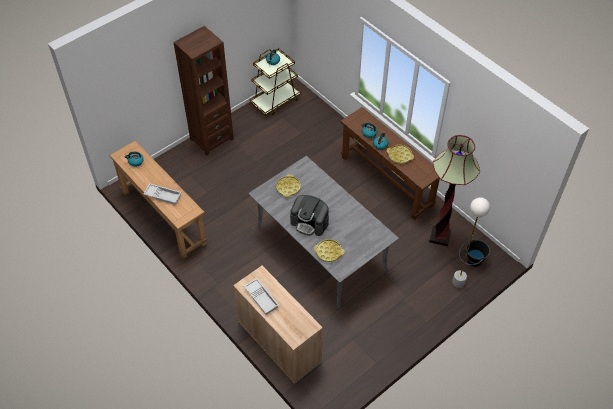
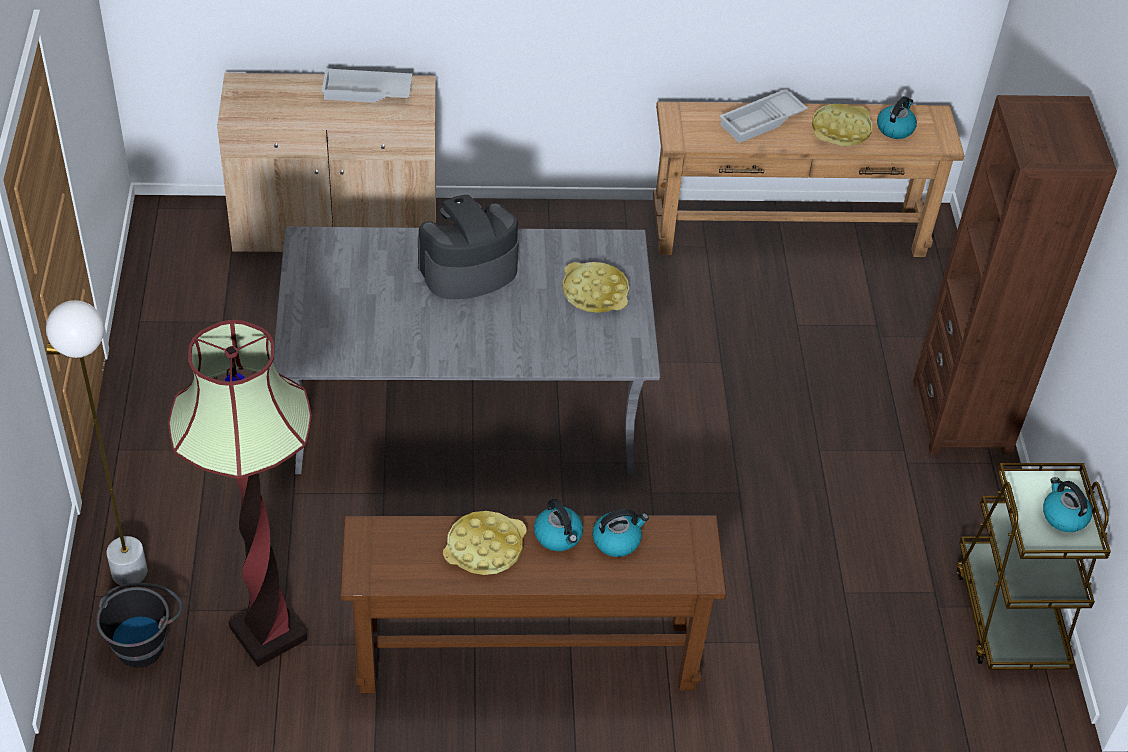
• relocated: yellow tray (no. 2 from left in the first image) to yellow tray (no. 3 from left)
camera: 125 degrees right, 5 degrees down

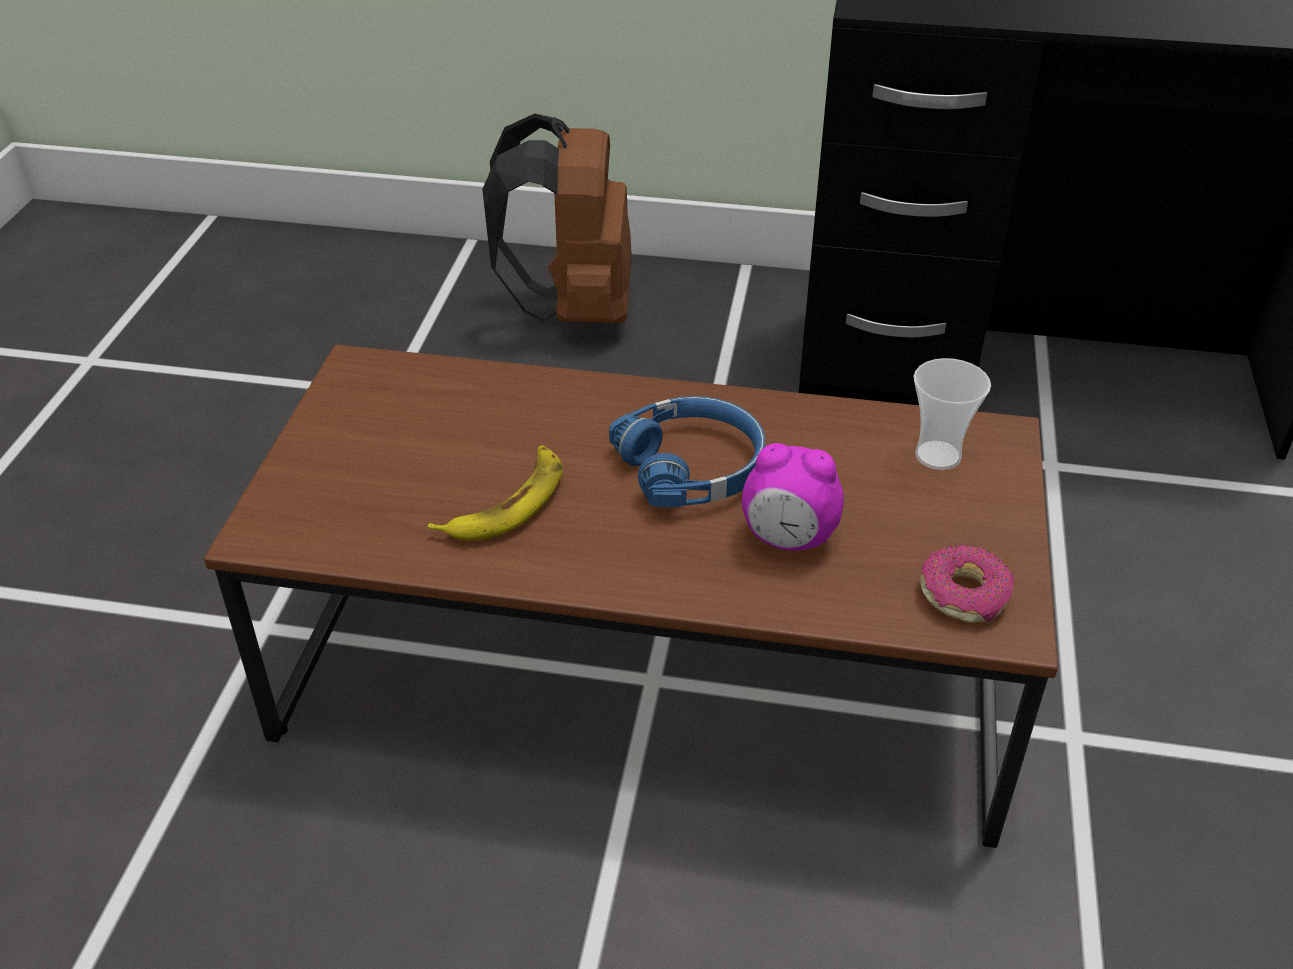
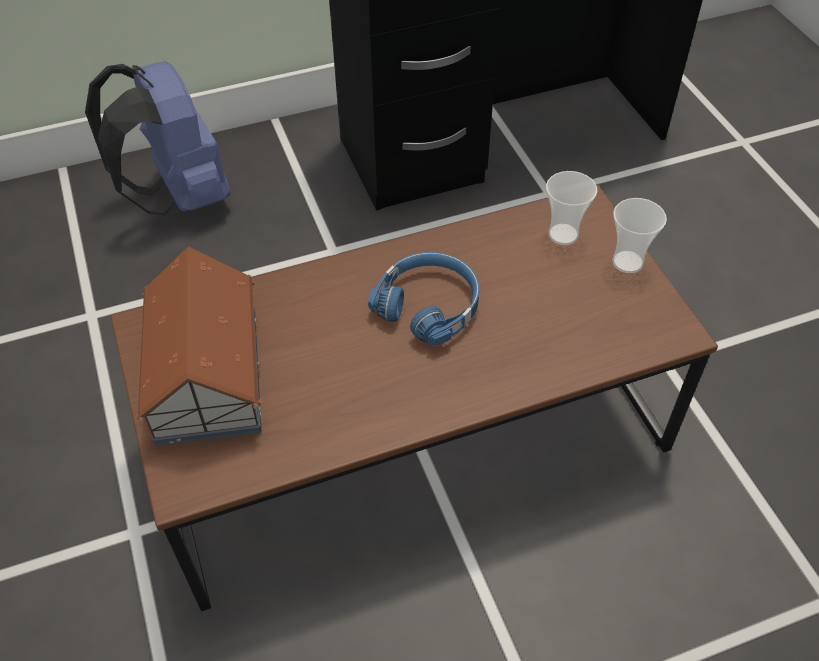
• colour: brown rucksack to blue-coloured rucksack
• appeared: miniature house
• appeared: cup (no. 2 from left)
• missing: whole banana
• missing: table clock
• missing: doughnut
camera: 30 degrees left, 10 degrees up

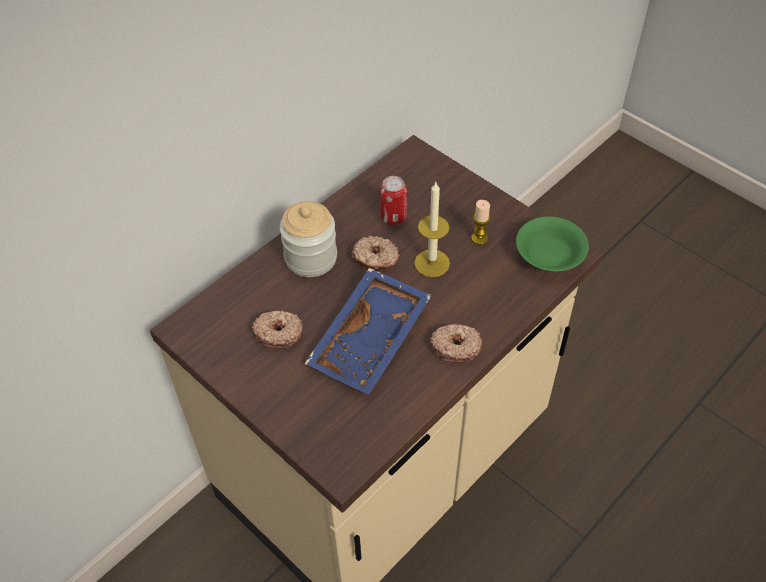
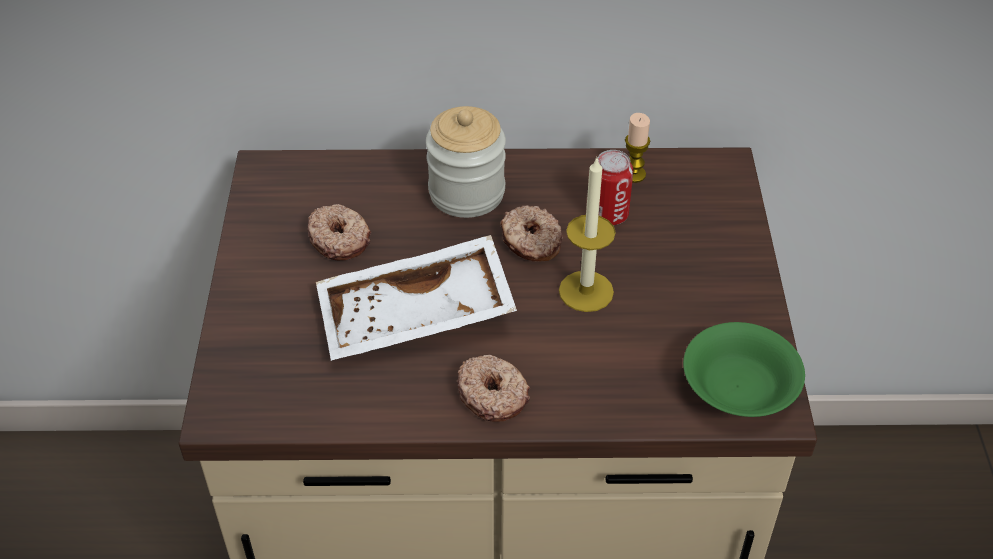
• colour: blue-coloured tray to white tray
• relocated: wax candle (no. 2 from left)
camera: 45 degrees right, 5 degrees down

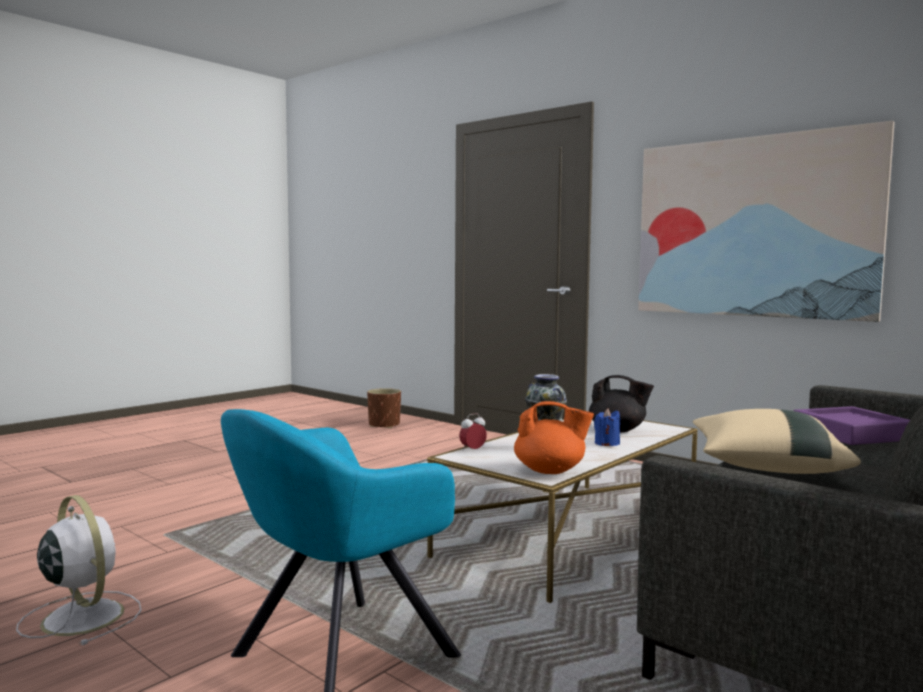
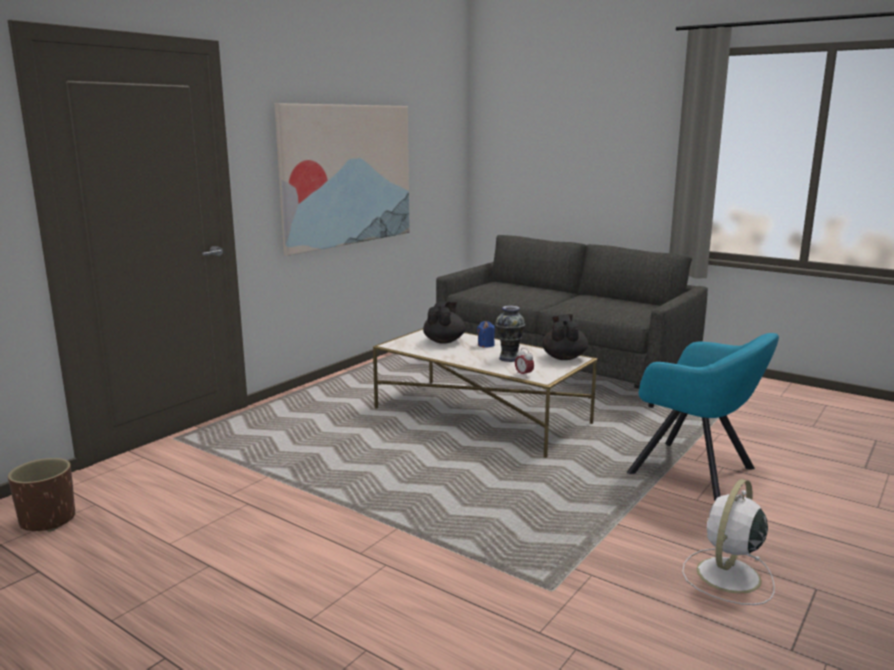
• colour: orange-coloured tea pot to black tea pot (no. 2 from left)
• missing: beige throw pillow
• missing: purple-coloured tray
camera: 95 degrees left, 10 degrees up

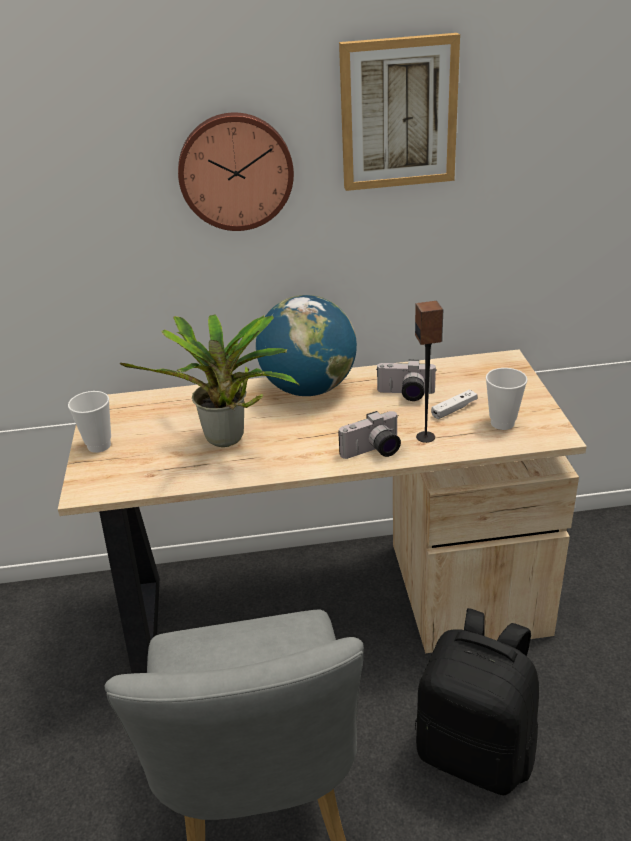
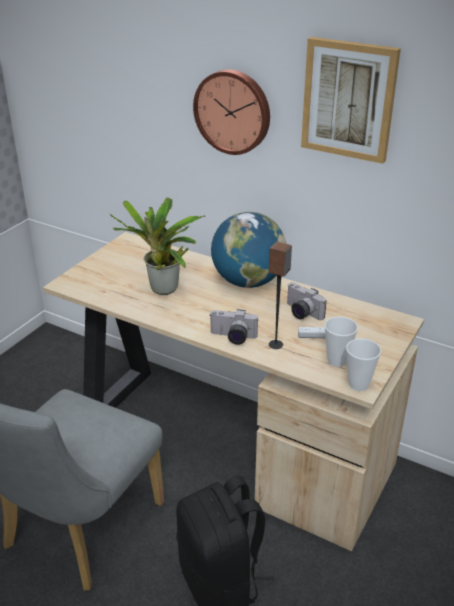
• relocated: cup (no. 1 from left in the first image) to cup (no. 2 from left)
camera: 35 degrees right, 0 degrees up

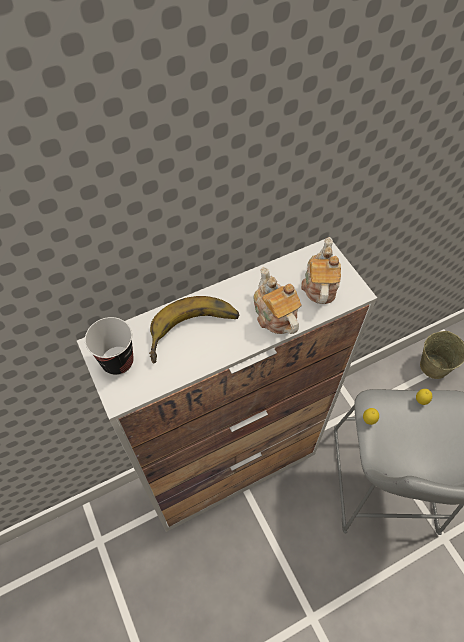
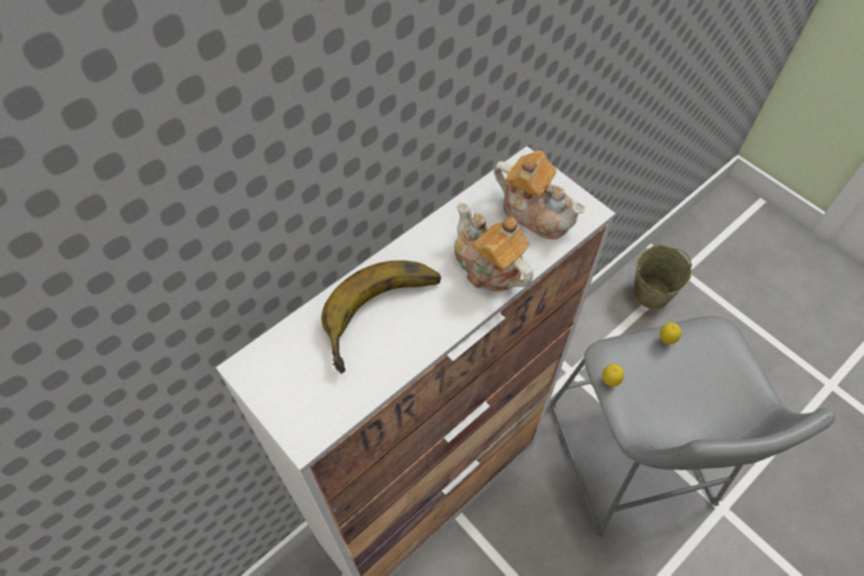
• spun: tea pot (no. 2 from left) 135 degrees clockwise
• missing: cup
camera: 15 degrees left, 0 degrees up

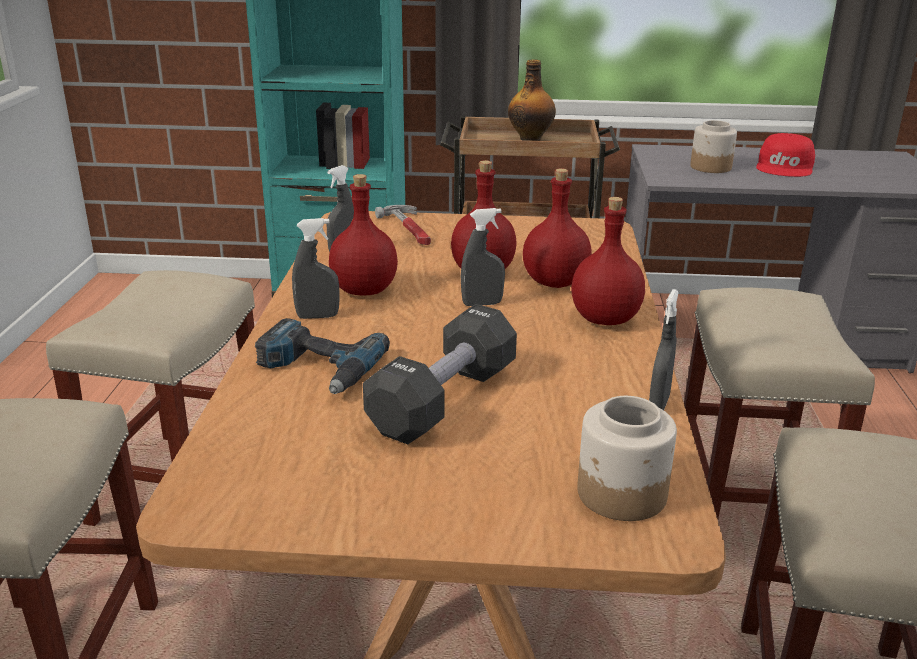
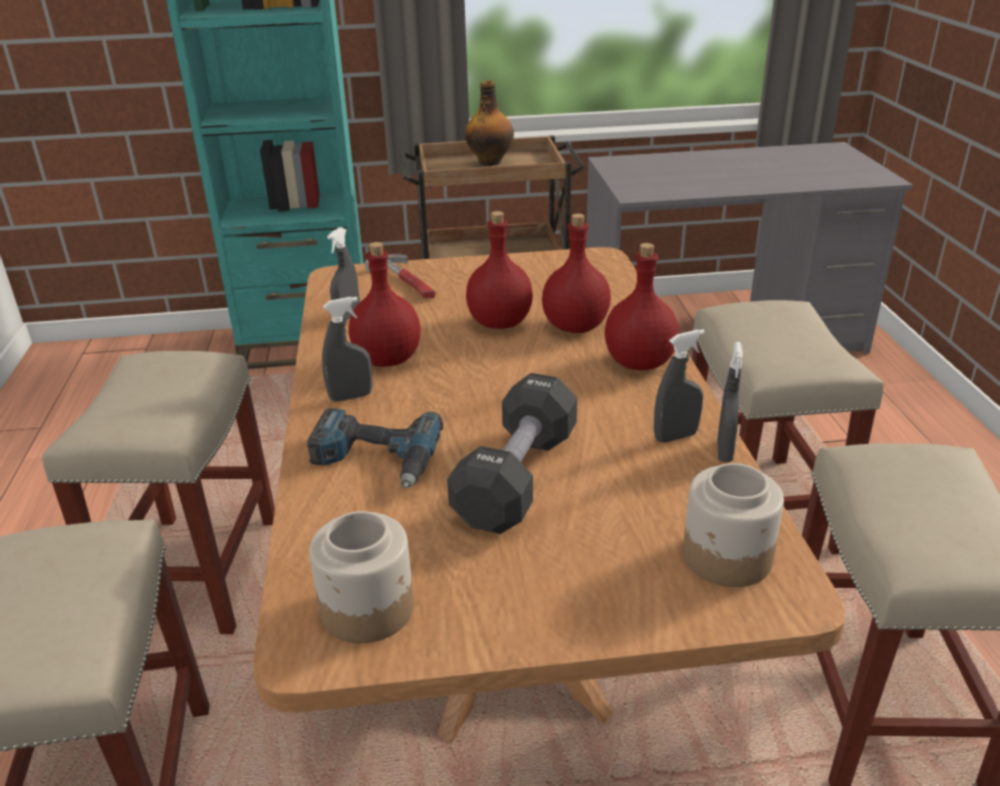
• relocated: jar (no. 2 from left in the first image) to jar (no. 1 from left)
• relocated: gray hand sprayer (no. 3 from left)
• missing: reddish peaked cap
camera: 10 degrees left, 5 degrees up

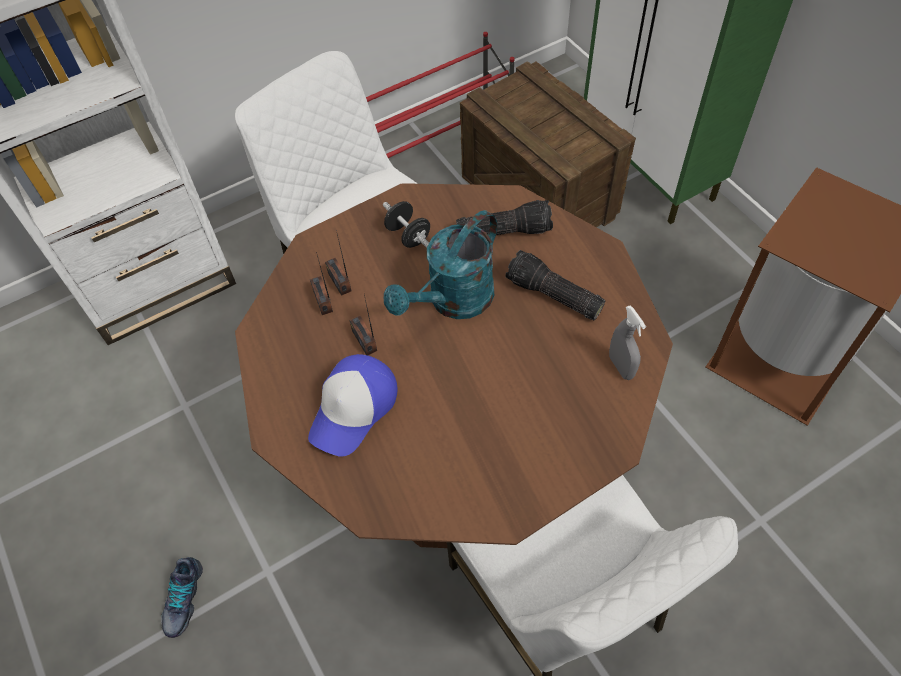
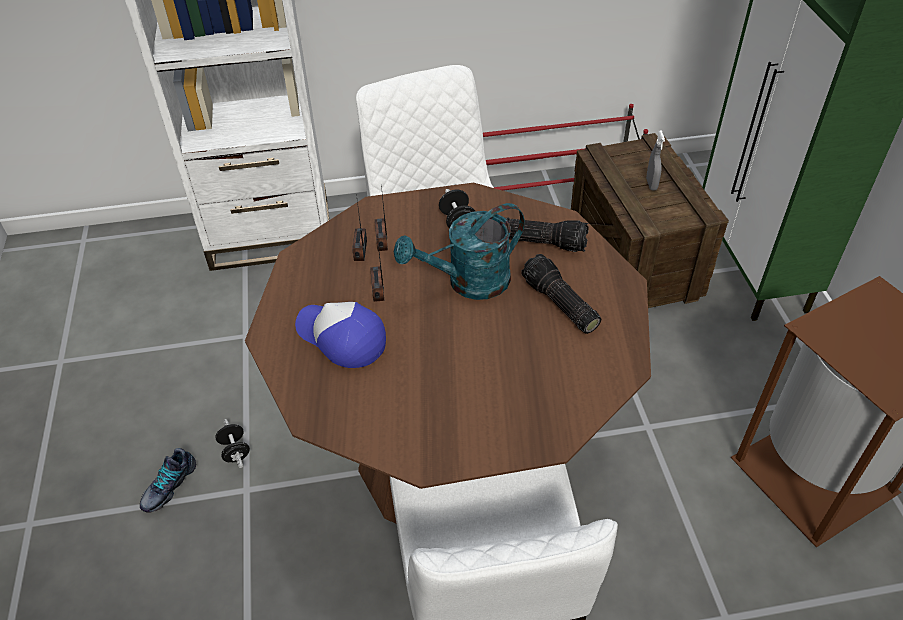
• appeared: black dumbbell (no. 1 from left)
• spun: peaked cap 75 degrees clockwise
• relocated: gray hand sprayer
camera: 20 degrees right, 10 degrees down

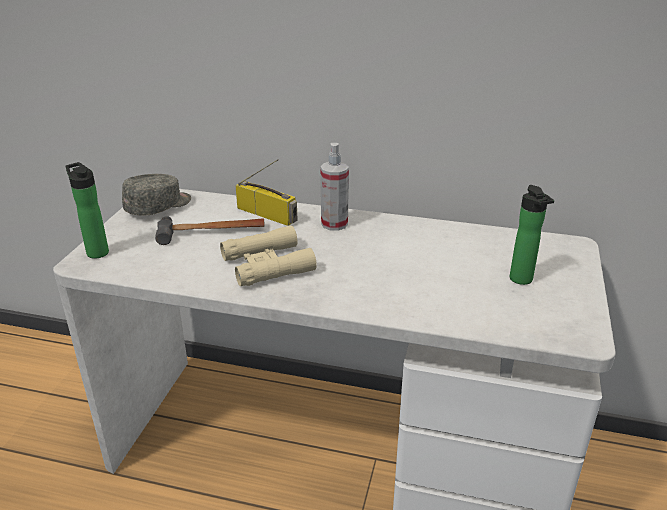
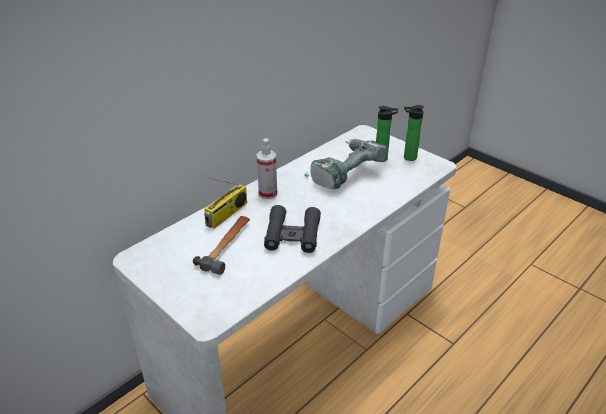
• spun: radio receiver 150 degrees clockwise
• colour: beige field glasses to black field glasses
• appeared: electric drill
• relocated: drink bottle (no. 1 from left in the first image) to drink bottle (no. 2 from left)
• missing: gray peaked cap
camera: 60 degrees left, 5 degrees up

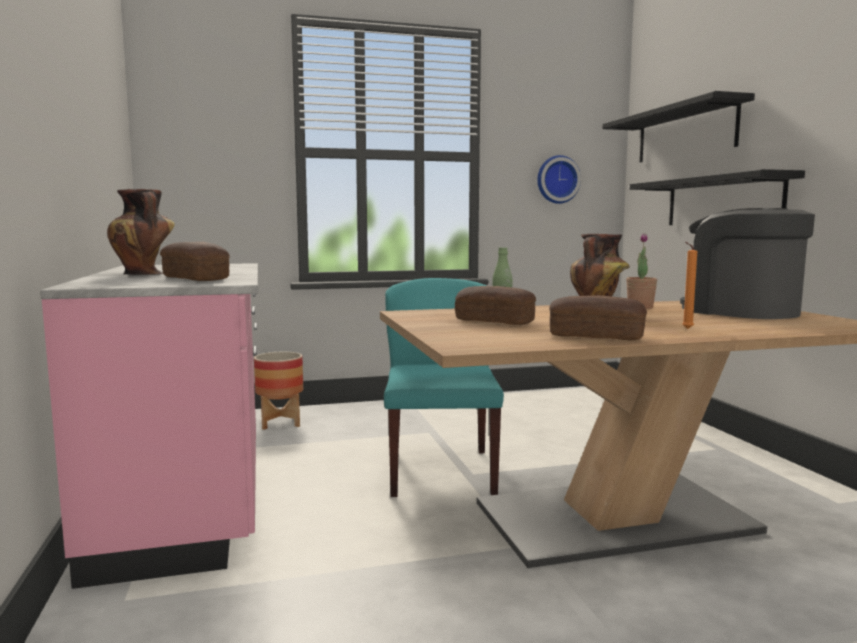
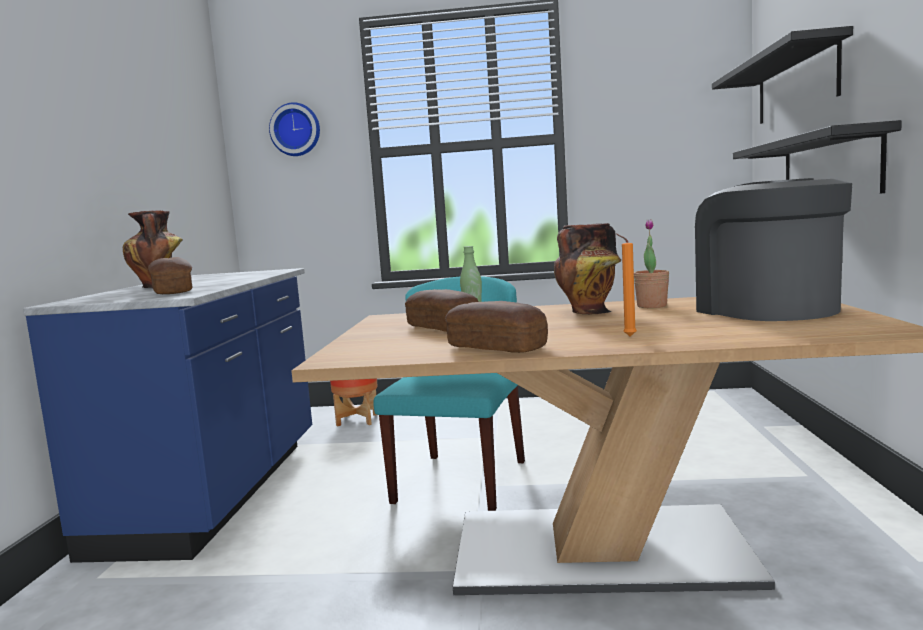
• colour: pinkish kitchen counter to blue-coloured kitchen counter
• relocated: wall clock
camera: 20 degrees right, 0 degrees up

